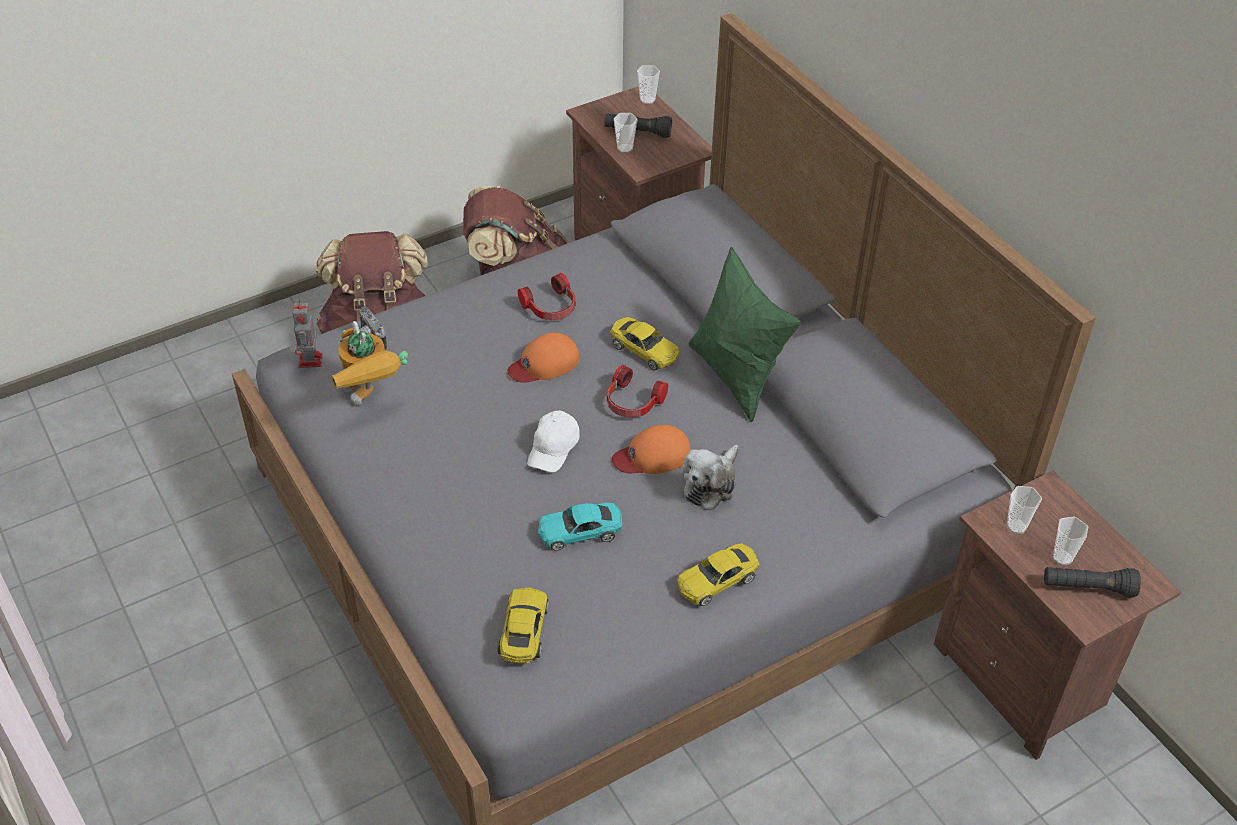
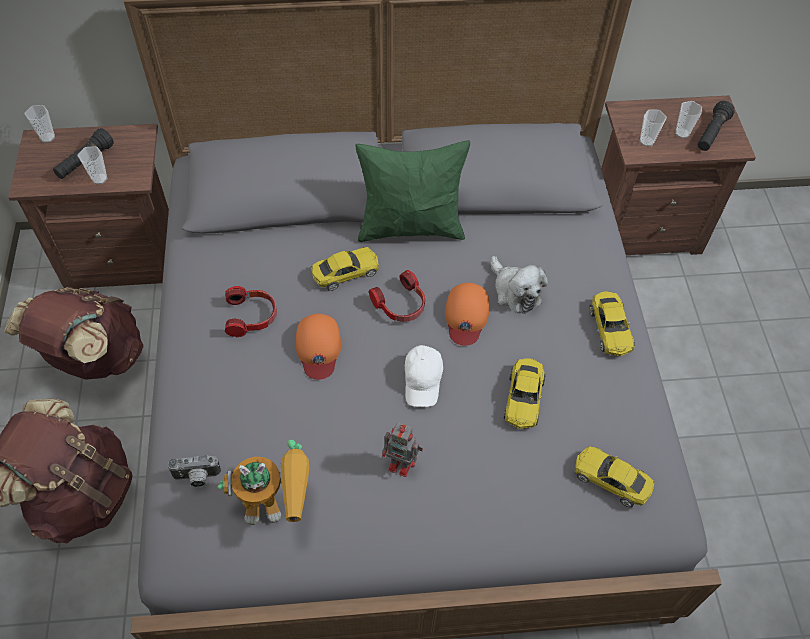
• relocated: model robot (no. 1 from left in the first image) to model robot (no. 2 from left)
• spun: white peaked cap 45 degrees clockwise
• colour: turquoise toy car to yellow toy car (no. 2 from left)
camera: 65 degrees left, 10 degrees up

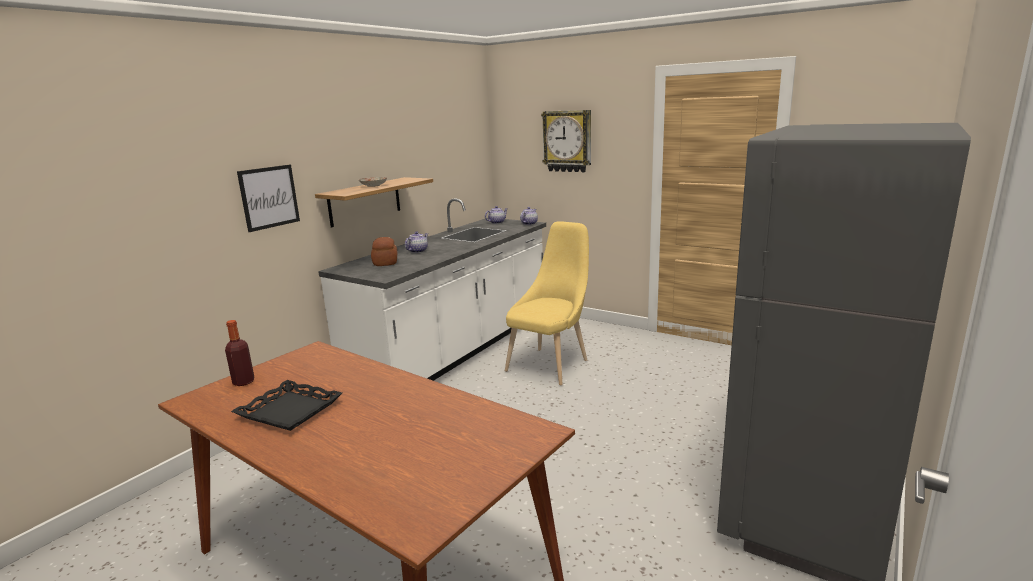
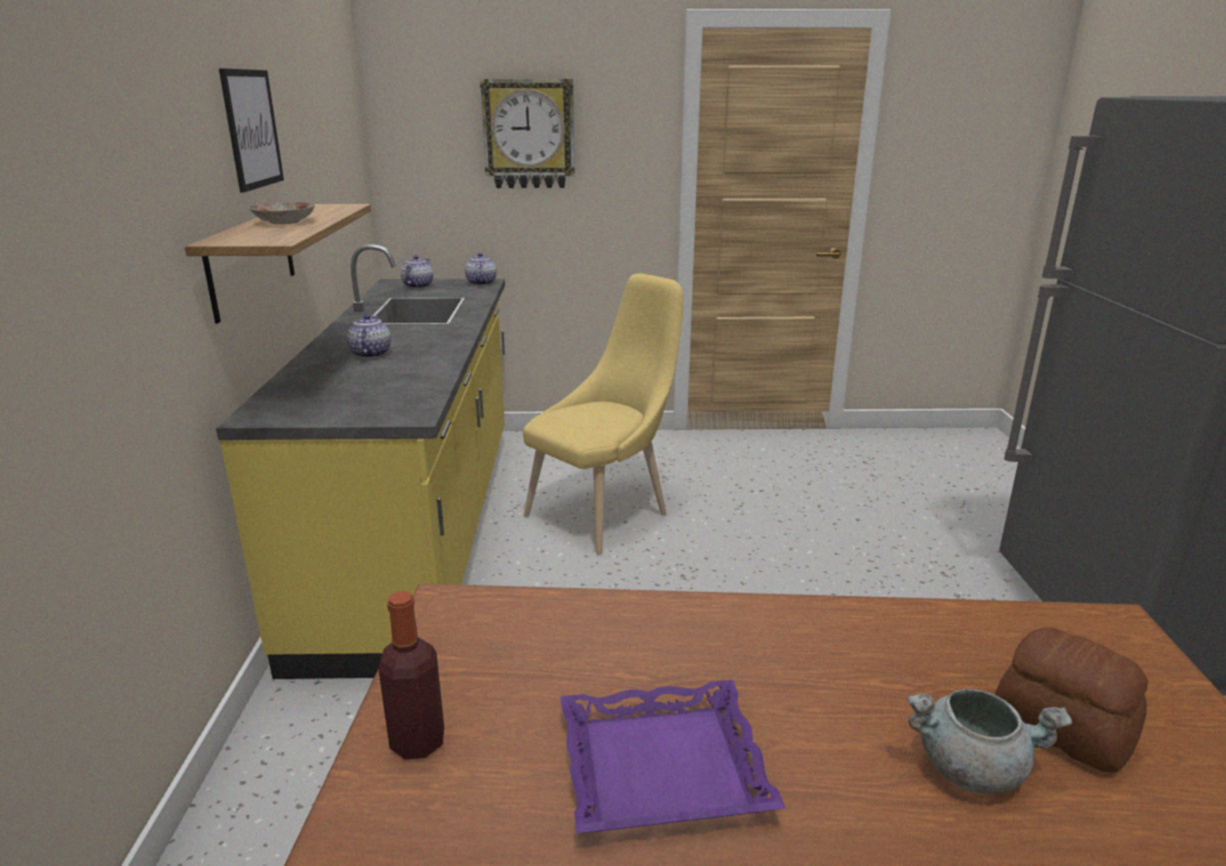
• colour: white kitchen counter to yellow kitchen counter
• relocated: picture
• spun: yellow chair 45 degrees clockwise
• colour: black tray to purple-coloured tray
• appeared: gray cooking pot
• relocated: bread
camera: 35 degrees left, 5 degrees up

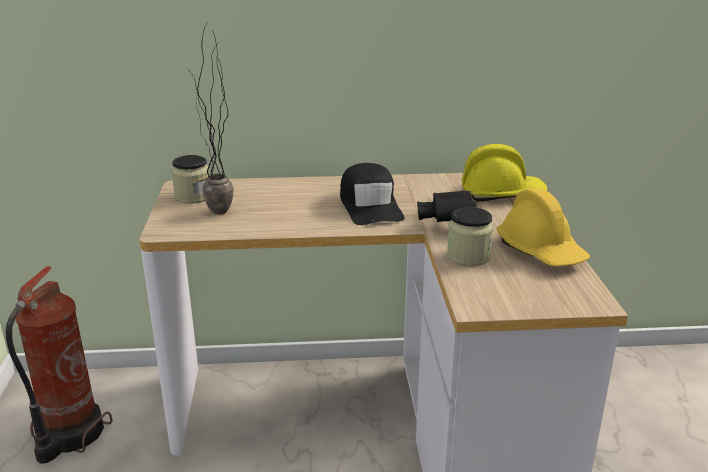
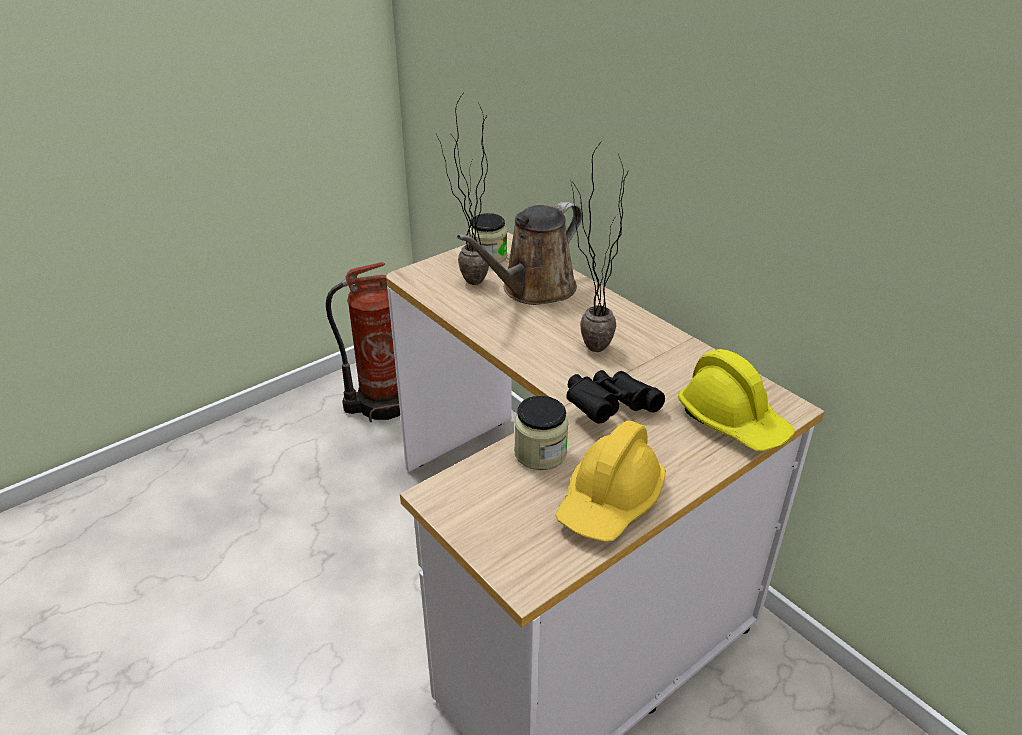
• appeared: brown watering can
• exchanged: black peaked cap to potted plant (no. 2 from left)
camera: 55 degrees right, 10 degrees up

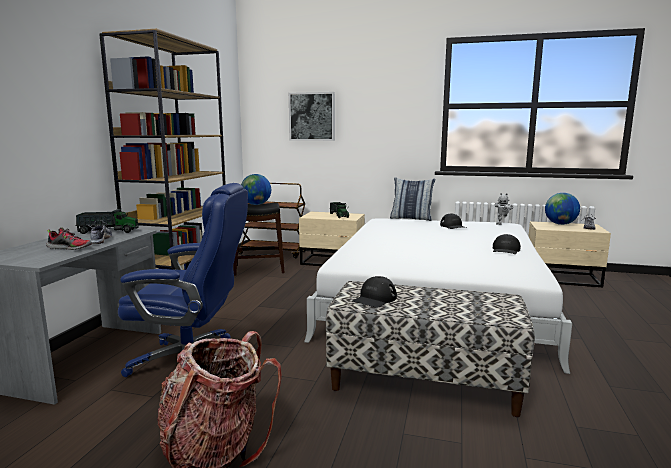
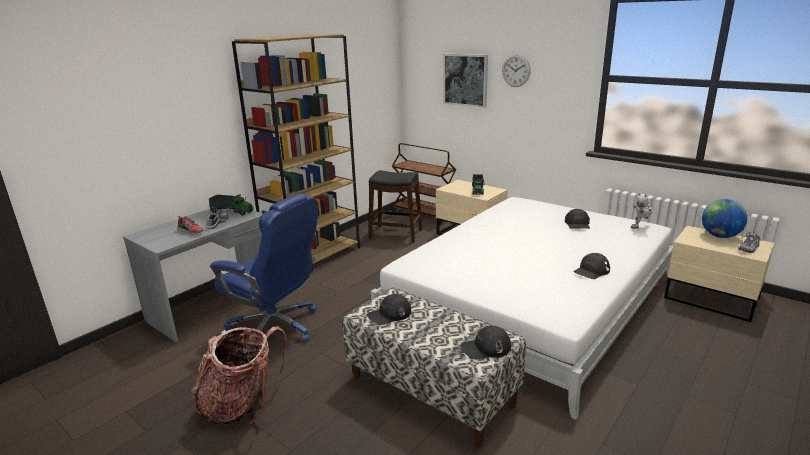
• appeared: black peaked cap (no. 2 from left)
• appeared: wall clock
• missing: globe (no. 1 from left)
• missing: throw pillow
camera: 25 degrees right, 10 degrees up

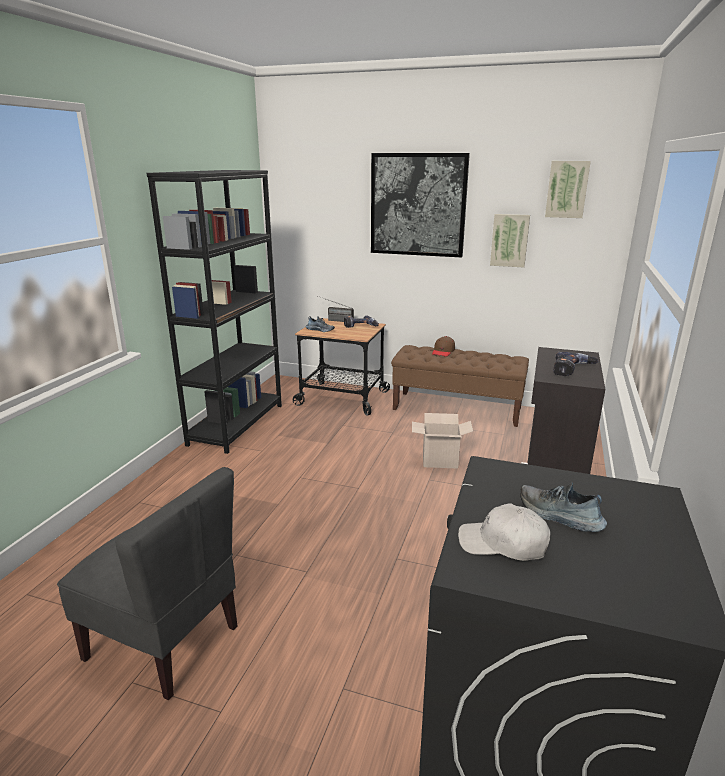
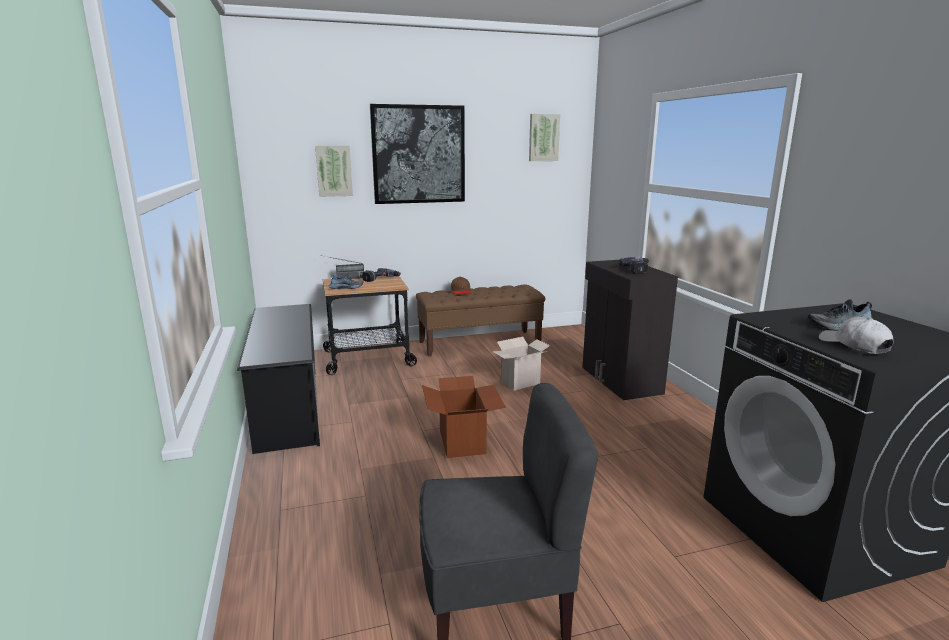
• exchanged: black bookshelf to black shoe stand
• relocated: picture (no. 2 from left in the first image) to picture (no. 1 from left)
• appeared: packing box (no. 1 from left)
• spun: white peaked cap 90 degrees clockwise
camera: 35 degrees left, 5 degrees down

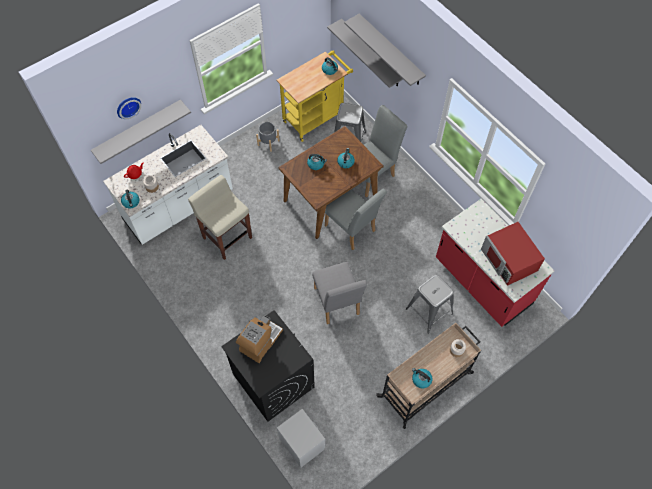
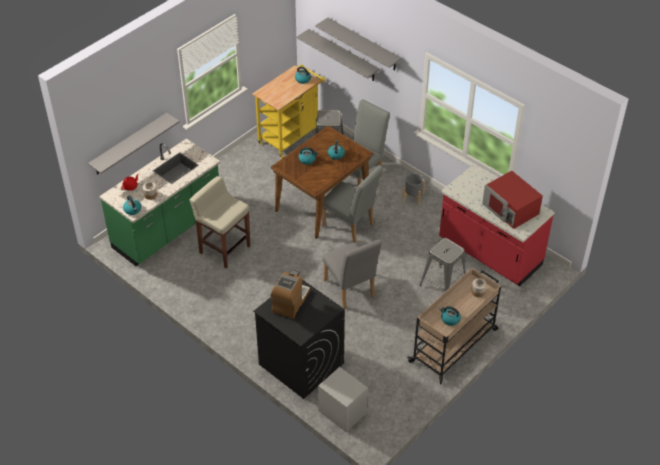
• colour: white kitchen counter to green kitchen counter
• relocated: gray flower pot
• missing: wall clock
camera: 10 degrees left, 15 degrees down

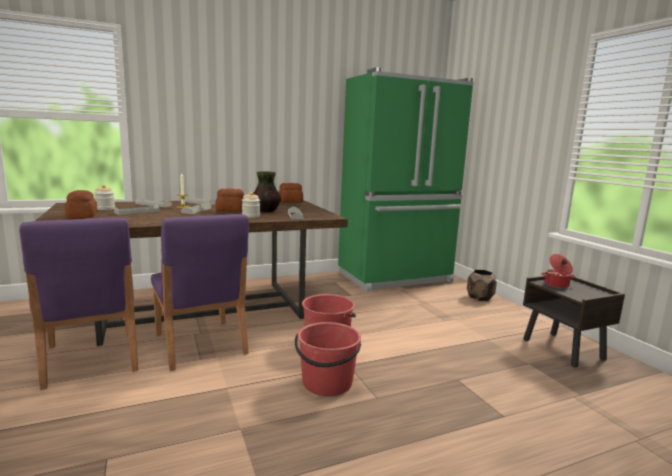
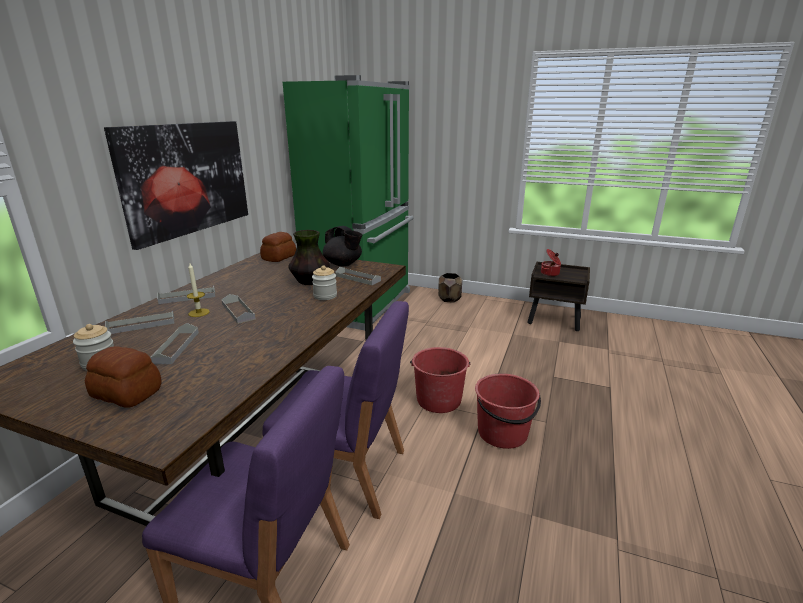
• appeared: picture
• appeared: black tea pot
• missing: bread (no. 2 from left)
camera: 45 degrees left, 10 degrees up

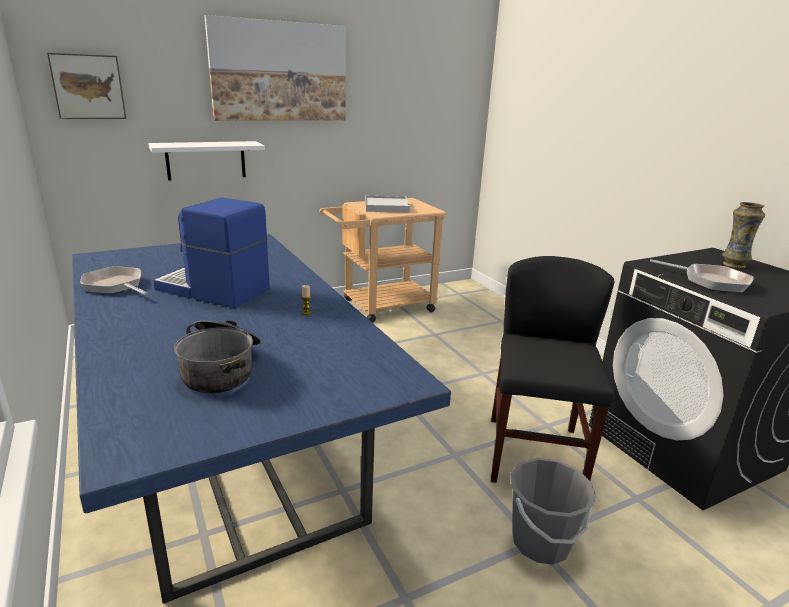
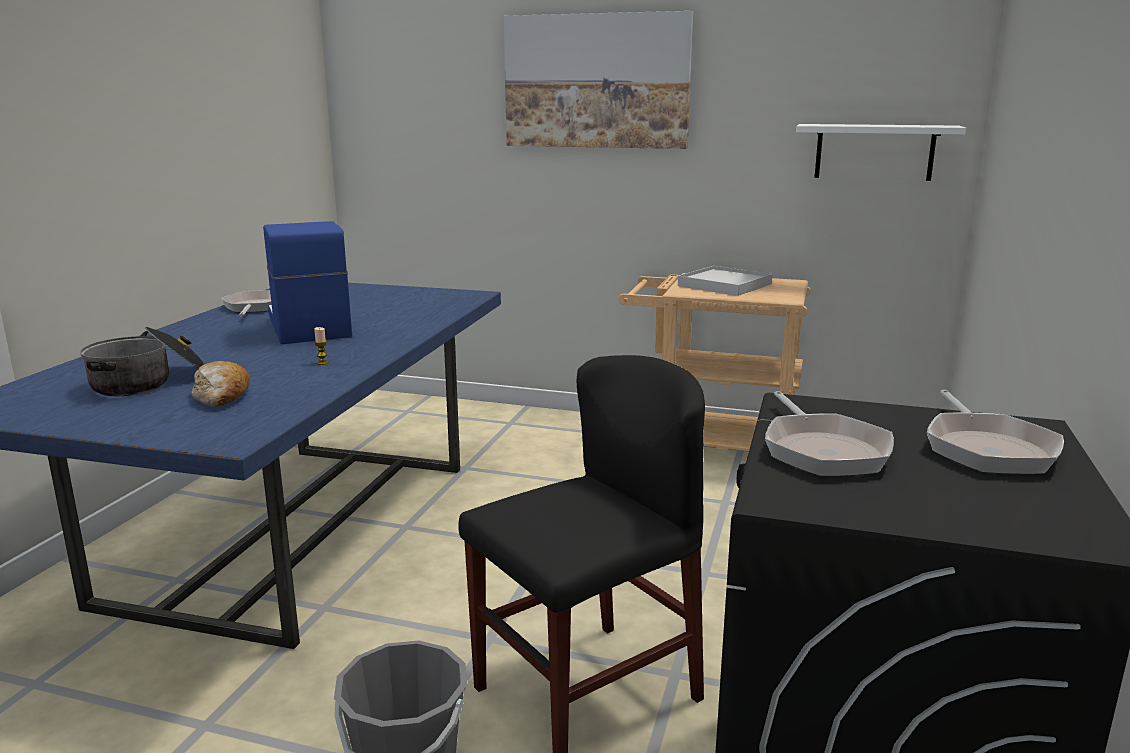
• appeared: bread
• relocated: white bracket shelf
• exchanged: decorative vase to pan (no. 3 from left)
• missing: picture (no. 1 from left)
camera: 45 degrees right, 5 degrees down

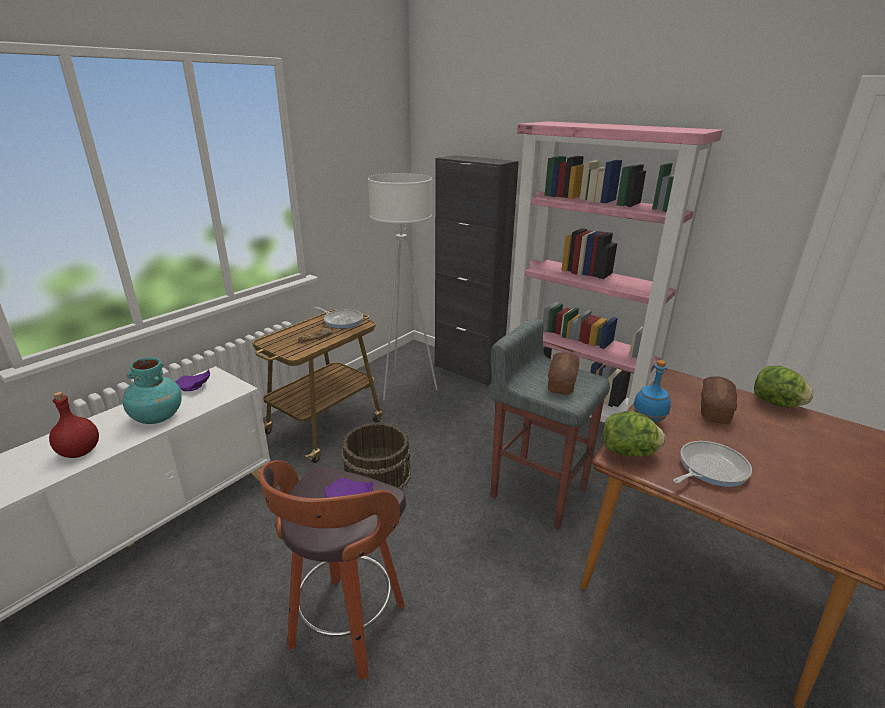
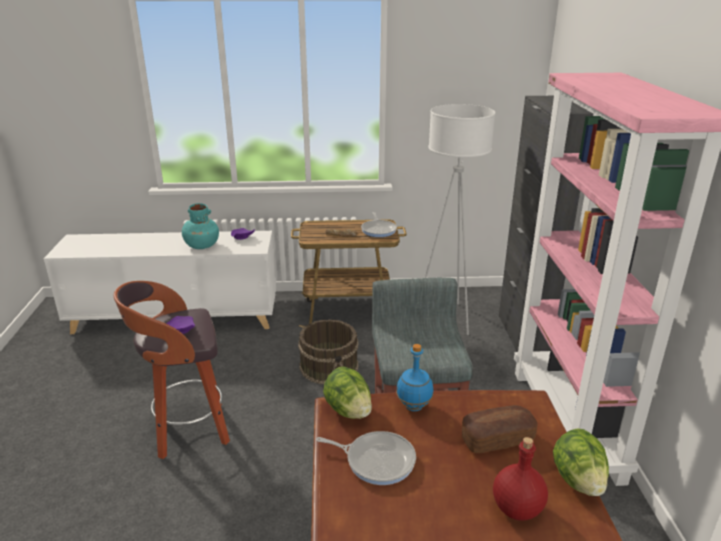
• relocated: reddish drink bottle
• missing: bread (no. 2 from left)
camera: 50 degrees right, 0 degrees up

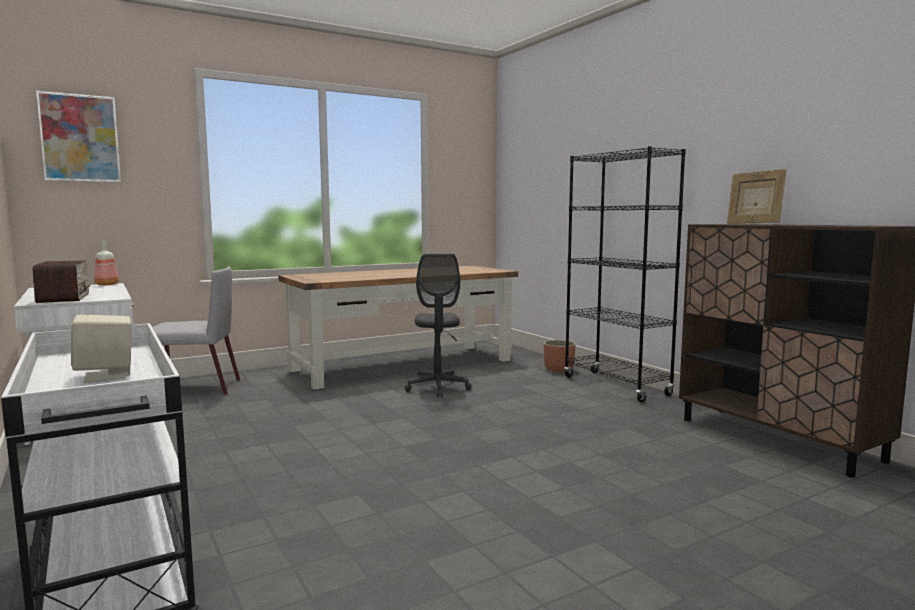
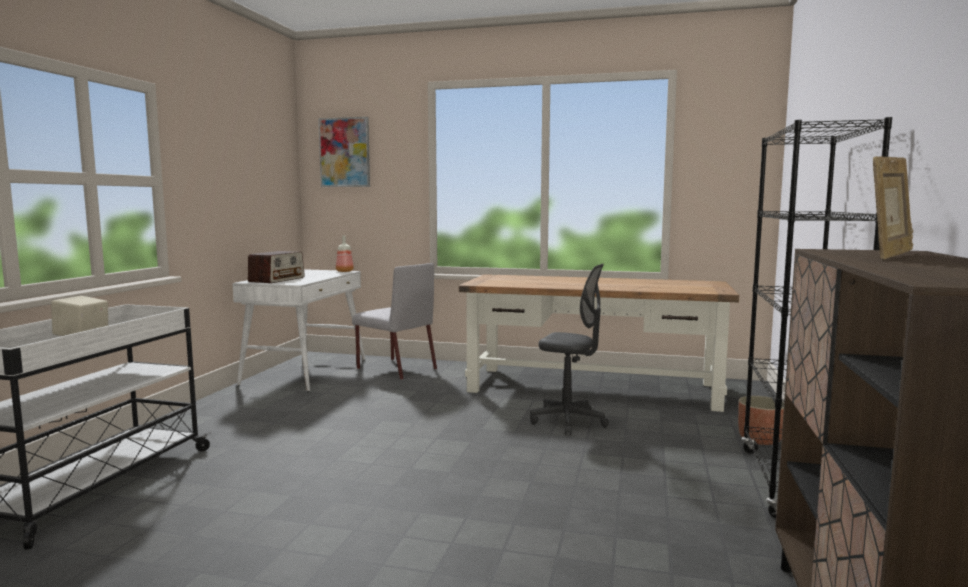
• spun: gray desk chair 105 degrees counterclockwise
• spun: standing frame 150 degrees counterclockwise
camera: 45 degrees right, 0 degrees up

